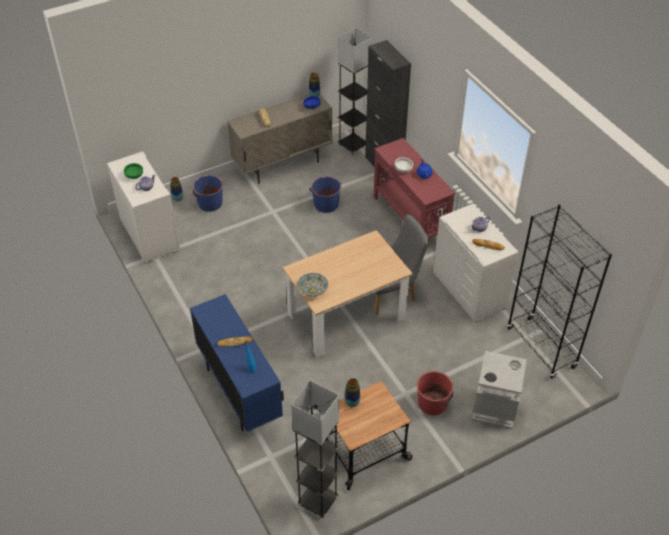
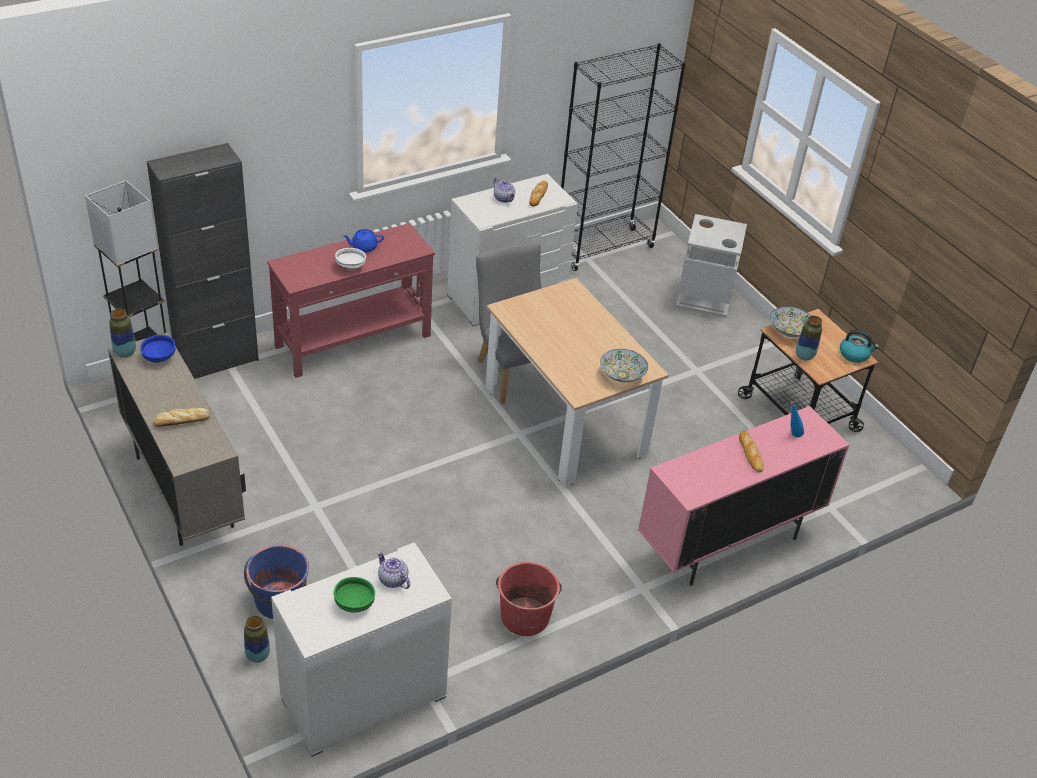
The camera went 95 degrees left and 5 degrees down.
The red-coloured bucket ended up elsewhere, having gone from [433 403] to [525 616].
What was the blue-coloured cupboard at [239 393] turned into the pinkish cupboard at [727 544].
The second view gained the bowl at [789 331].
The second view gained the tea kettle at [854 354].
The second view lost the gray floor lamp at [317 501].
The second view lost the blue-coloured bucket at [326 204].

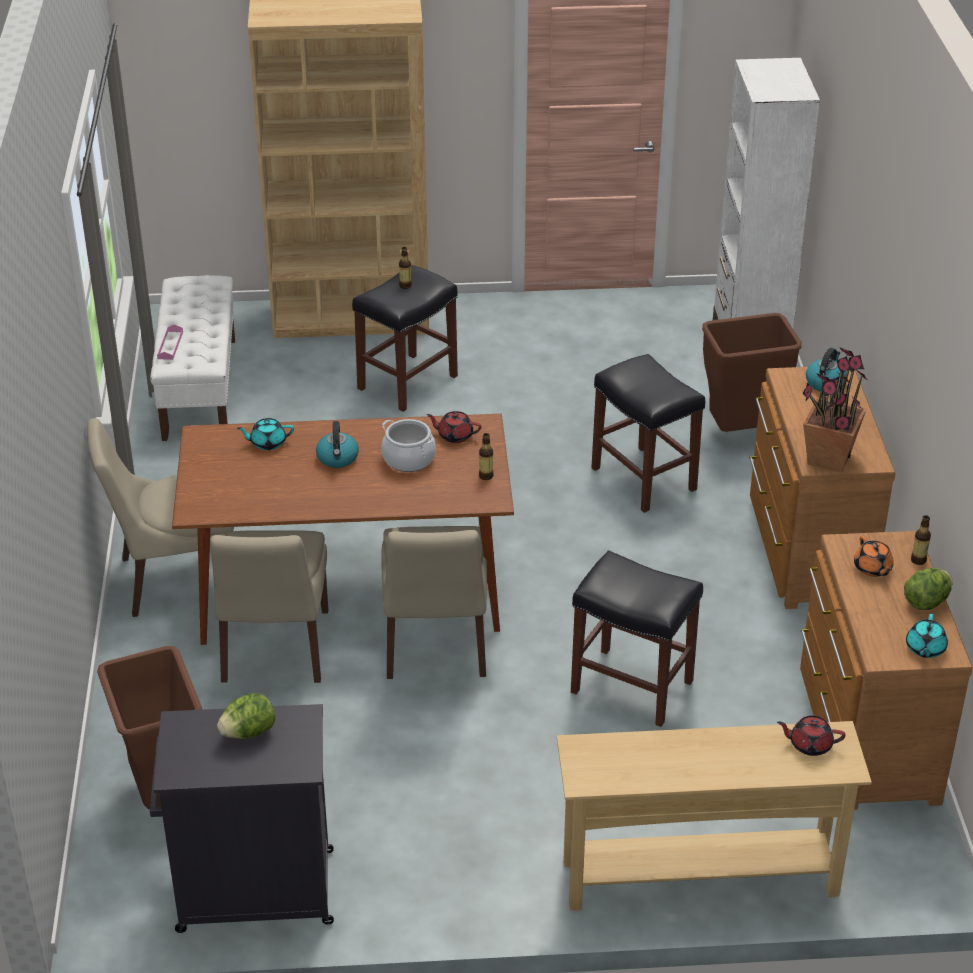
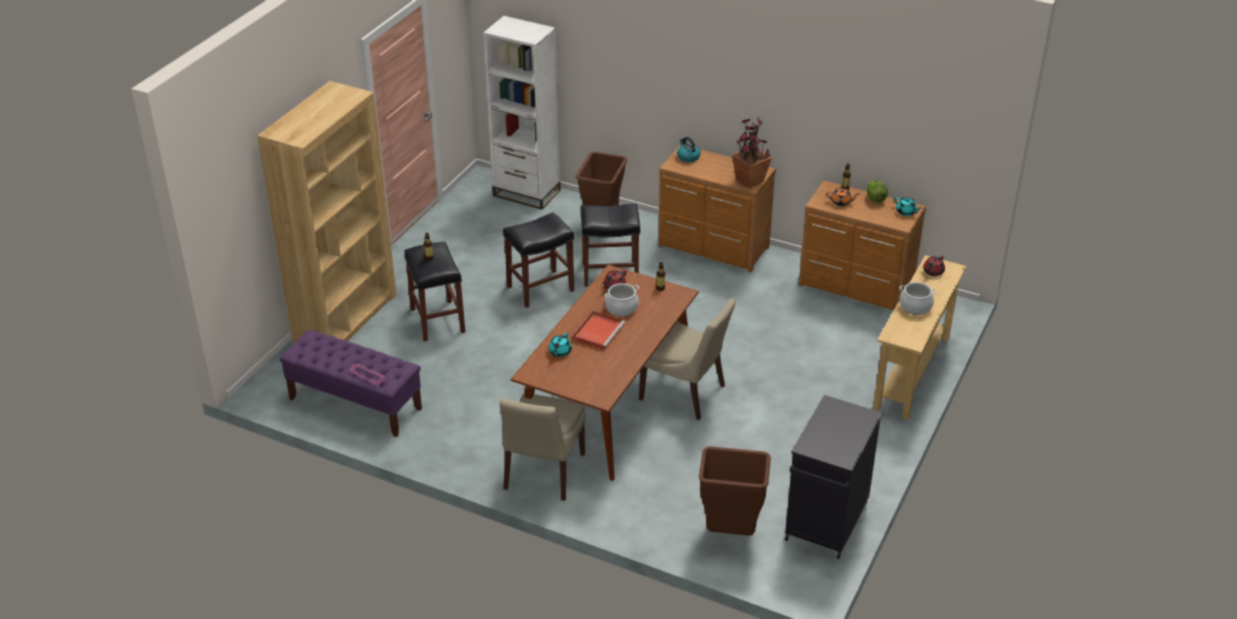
The camera went 60 degrees left and 0 degrees up.
What was the white indoor bench at [199 388] turned into the purple indoor bench at [355 404].
The black-coloured sitting stool ended up elsewhere, having gone from [630 686] to [540 289].
Where the tea kettle stood at [338 458], the red-coloured tray came to stand at [598 332].
The second view gained the saucepot at [915 306].
The second view lost the beige chair at [275 649].
The second view lost the lettuce at [249 732].

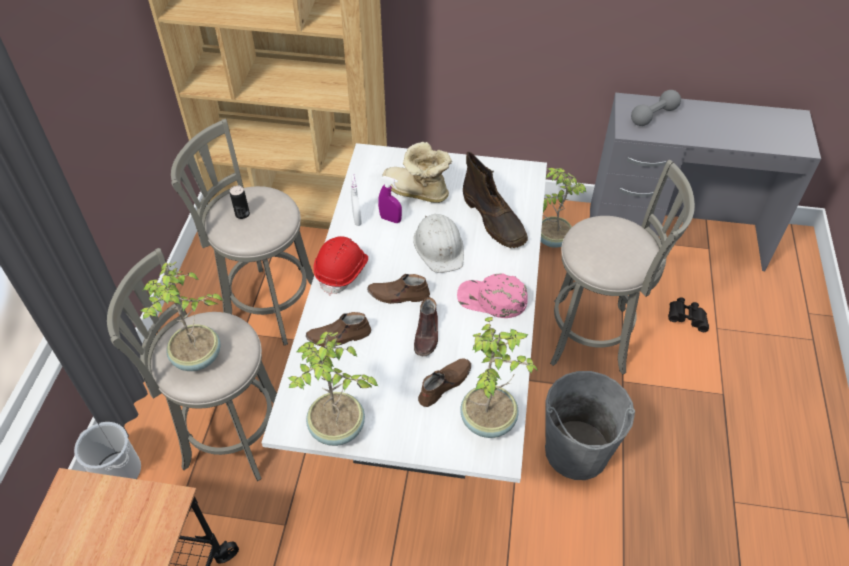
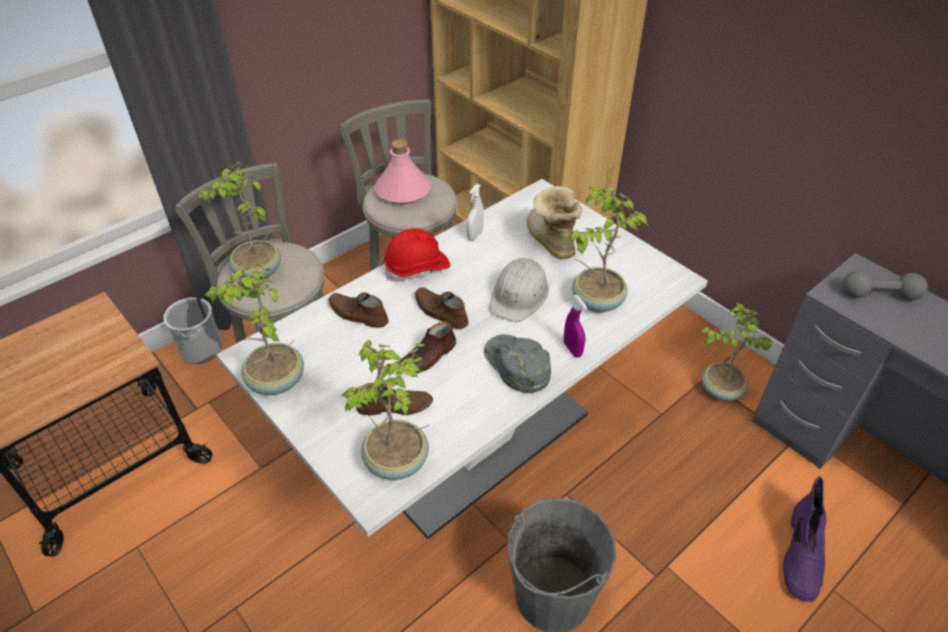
The camera went 40 degrees right and 5 degrees down.
Where the metal can stood at [242 214], the pinkish drink bottle came to stand at [402 191].
What was the pinkish baseball cap at [491 300] turned into the gray baseball cap at [516 365].
The purple spray bottle ended up elsewhere, having gone from [390 219] to [572 349].
Where the brown-coloured tall boot stood at [494 220], the houseplant came to stand at [596 301].
Where the black-coloured field glasses stood at [686 319], the purple tall boot came to stand at [802 555].
The second view lost the gray sitting stool at [594 336].

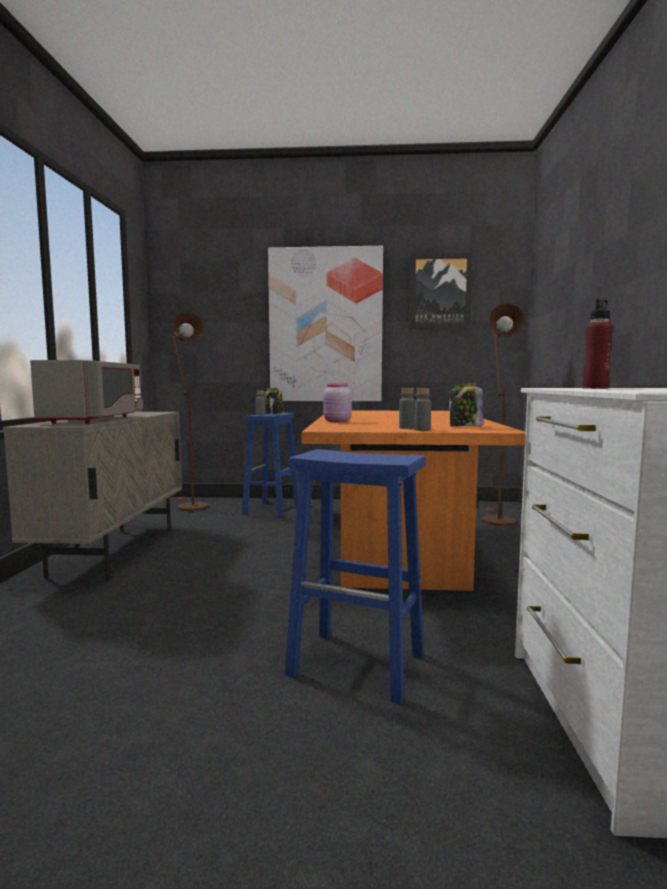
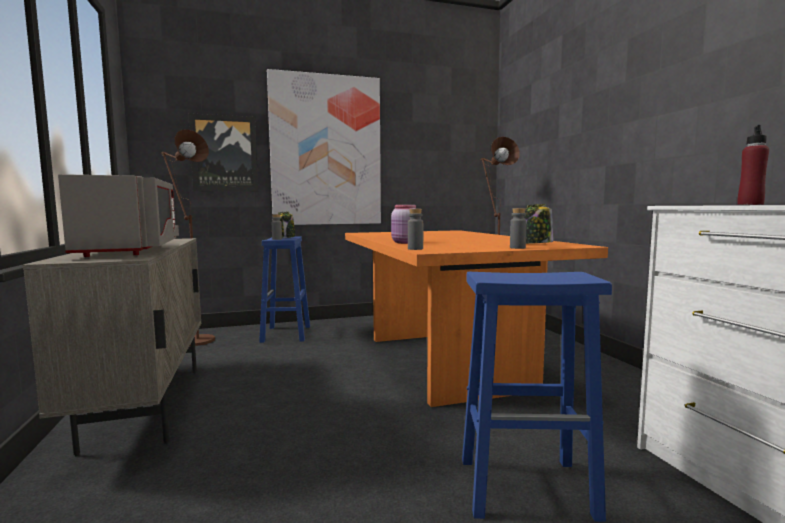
The camera went 20 degrees left and 0 degrees up.
The picture ended up elsewhere, having gone from [440 292] to [224 154].
The gray drink bottle ended up elsewhere, having gone from [406 428] to [415 249].

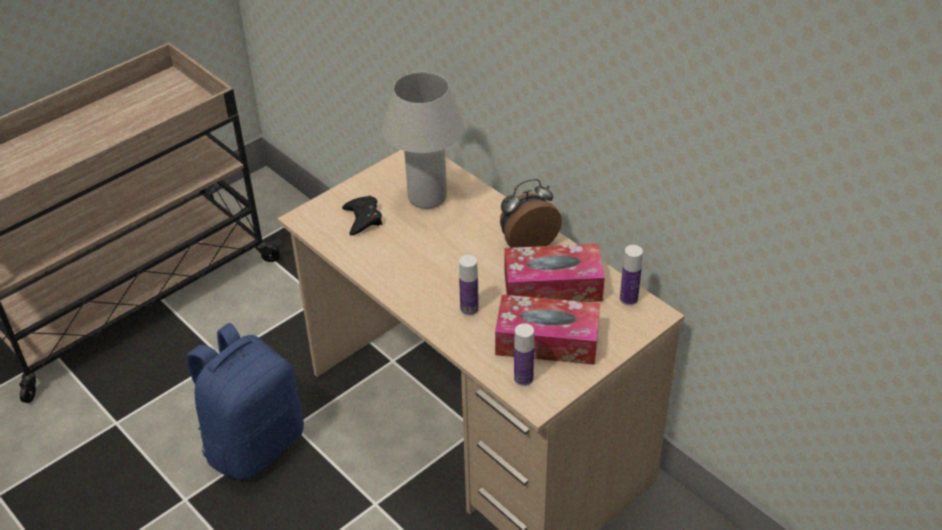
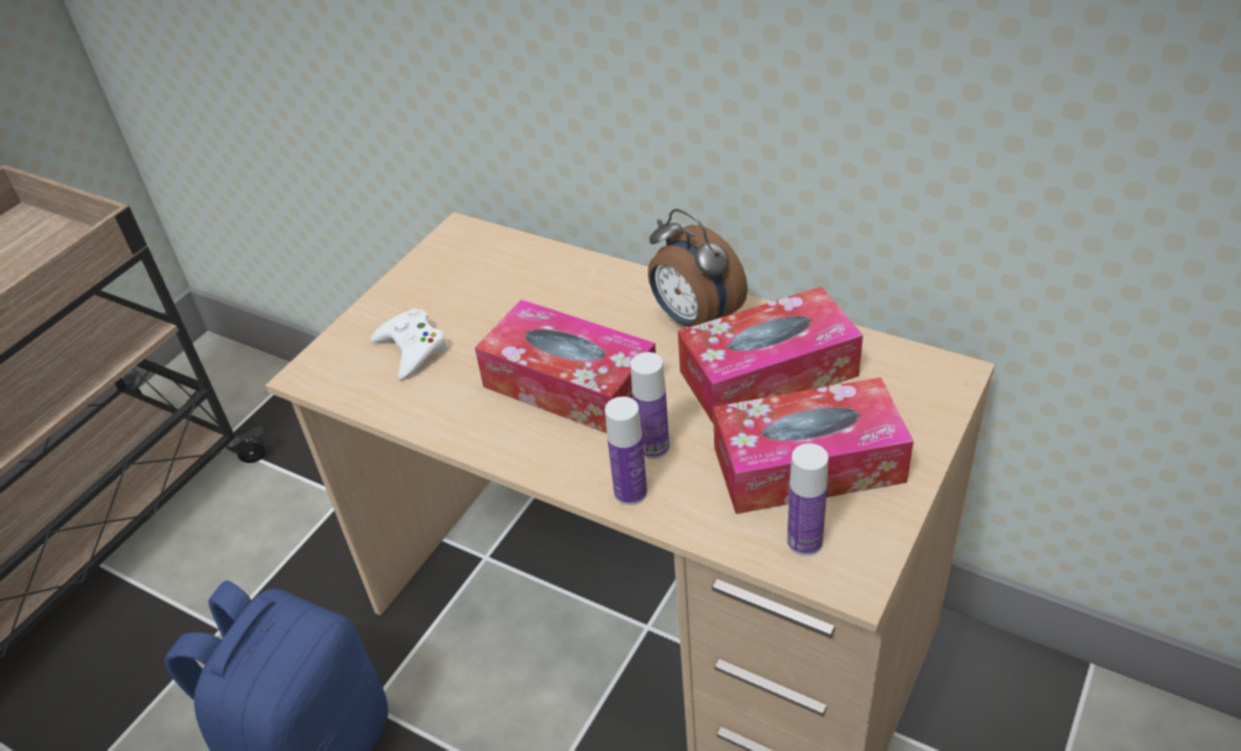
The camera went 15 degrees left and 0 degrees up.
What was the black-coloured gamepad at [363 219] turned into the white gamepad at [412 349].
The second view gained the tissue holder at [570 385].
The drink bottle ended up elsewhere, having gone from [628 299] to [630 492].
The bedside clock at [527 243] ended up facing another way, 90 degrees counterclockwise from before.
The second view lost the white tabletop lamp at [427 197].

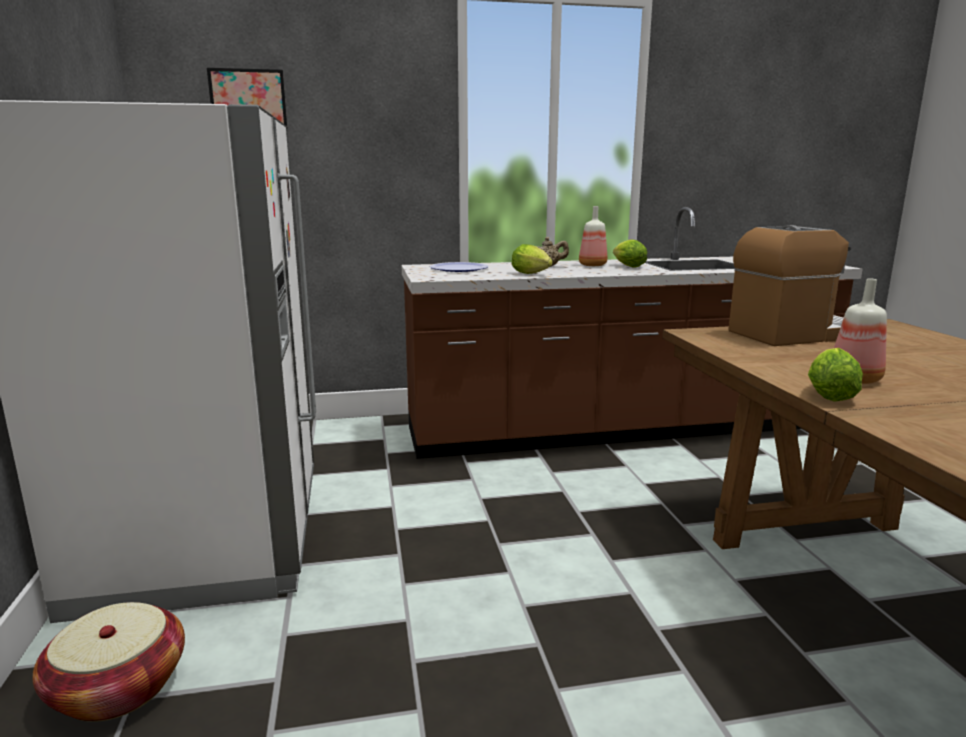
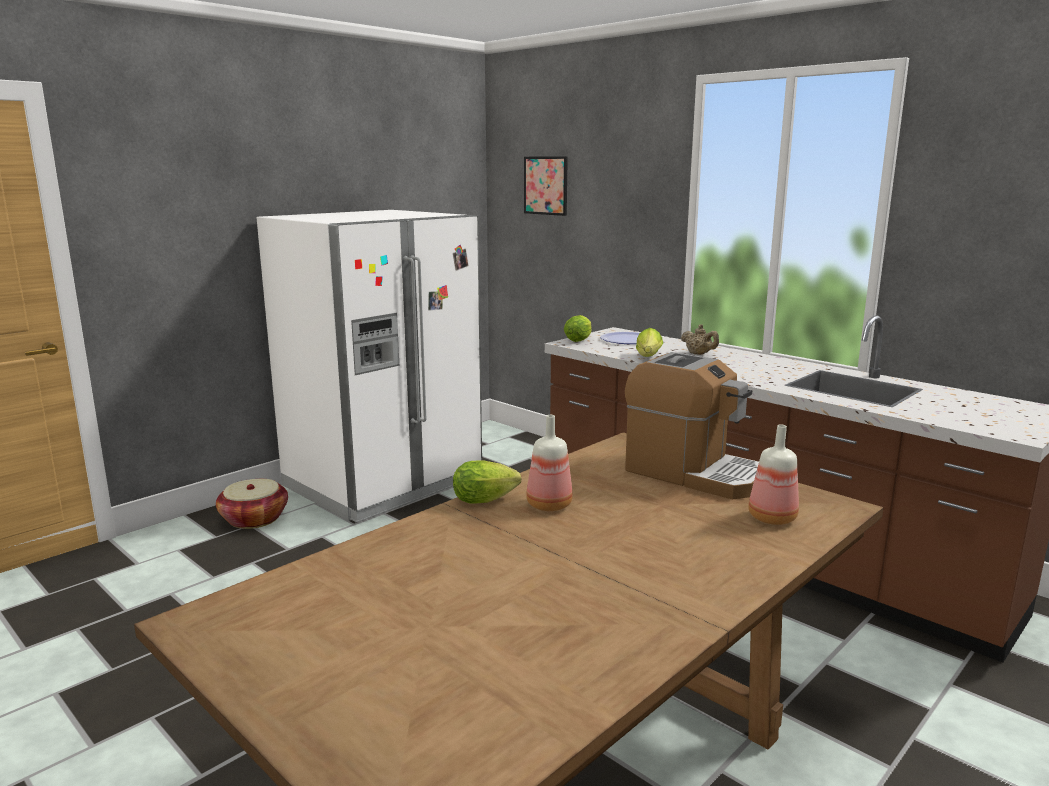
The camera went 55 degrees right and 0 degrees up.
The lettuce ended up elsewhere, having gone from [627 266] to [579 340].
The drink bottle ended up elsewhere, having gone from [592 265] to [770 518].

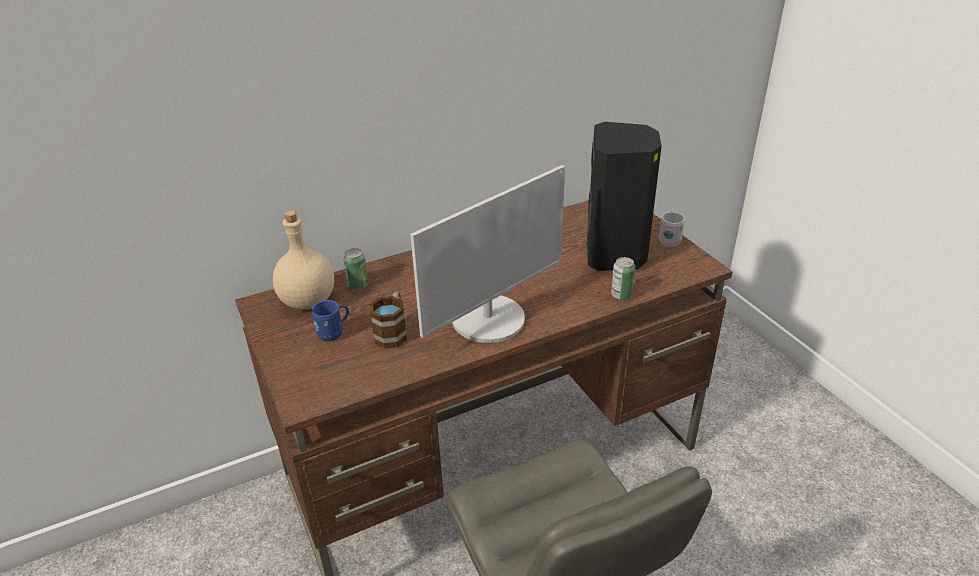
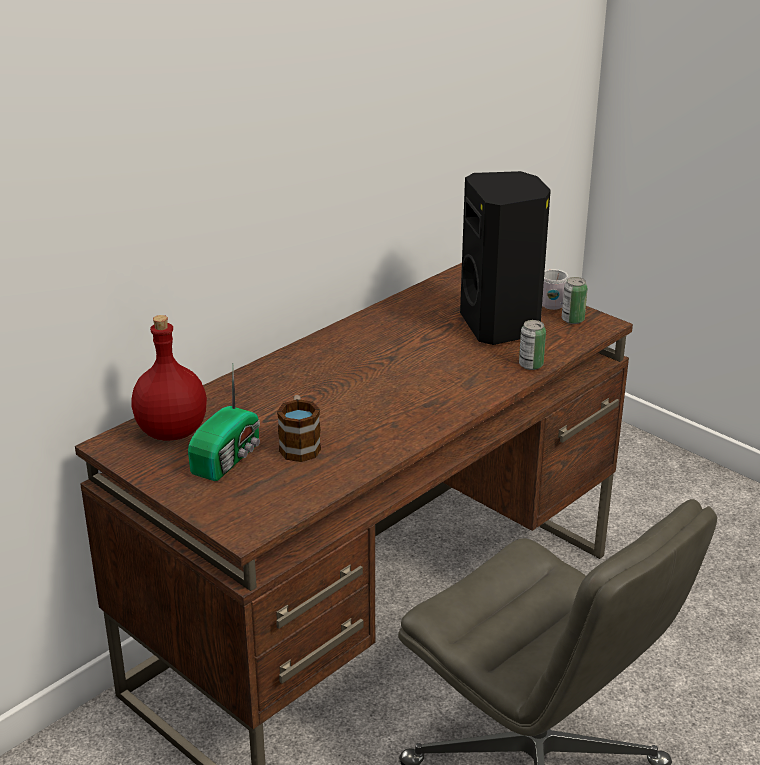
The camera went 20 degrees left and 5 degrees down.
What was the beige drink bottle at [307 301] turned into the red-coloured drink bottle at [170 431].
Where the blue-coloured coffee mug stood at [333 333], the radio came to stand at [229 458].
The metal can ended up elsewhere, having gone from [358 285] to [572 320].
The second view lost the computer display at [489 319].

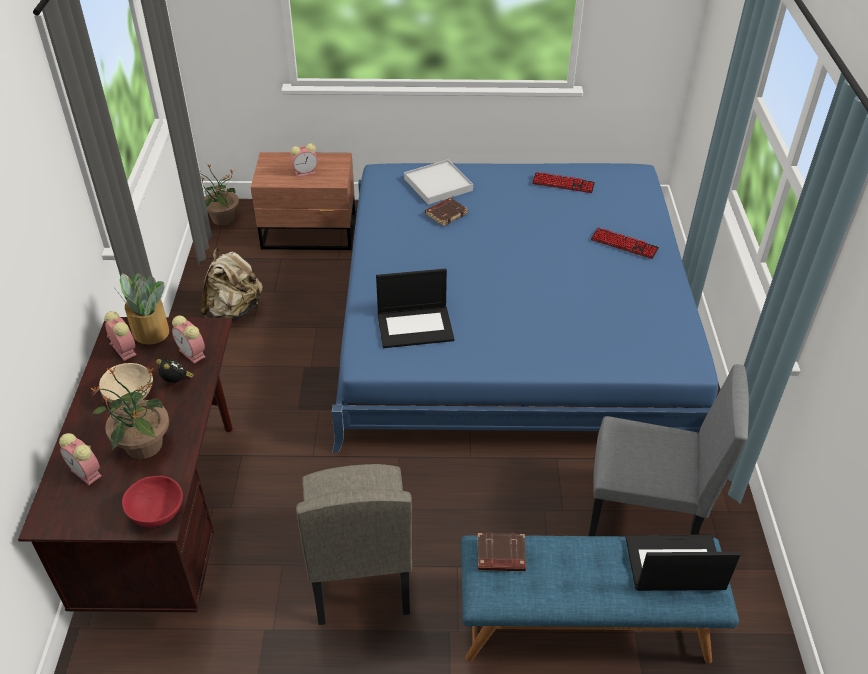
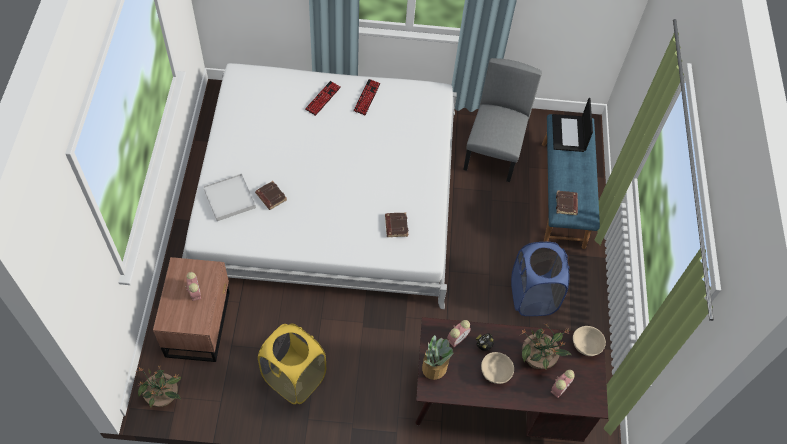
The camera went 90 degrees left and 15 degrees up.
What was the blue-coloured bed at [512 319] turned into the white bed at [328 193].
Where the beige rucksack stood at [234 311], the yellow laundry basket came to stand at [294 378].
The keyboard ended up elsewhere, having gone from [563 184] to [367 97].
Where the laptop stood at [416 326], the brown-coloured book came to stand at [396 226].
Where the beige chair stood at [359 570], the blue-coloured laundry basket came to stand at [532 296].
What was the red-coloured bowl at [156 513] turned into the beige bowl at [586 346].
The second view lost the bedside clock at [123 350].

